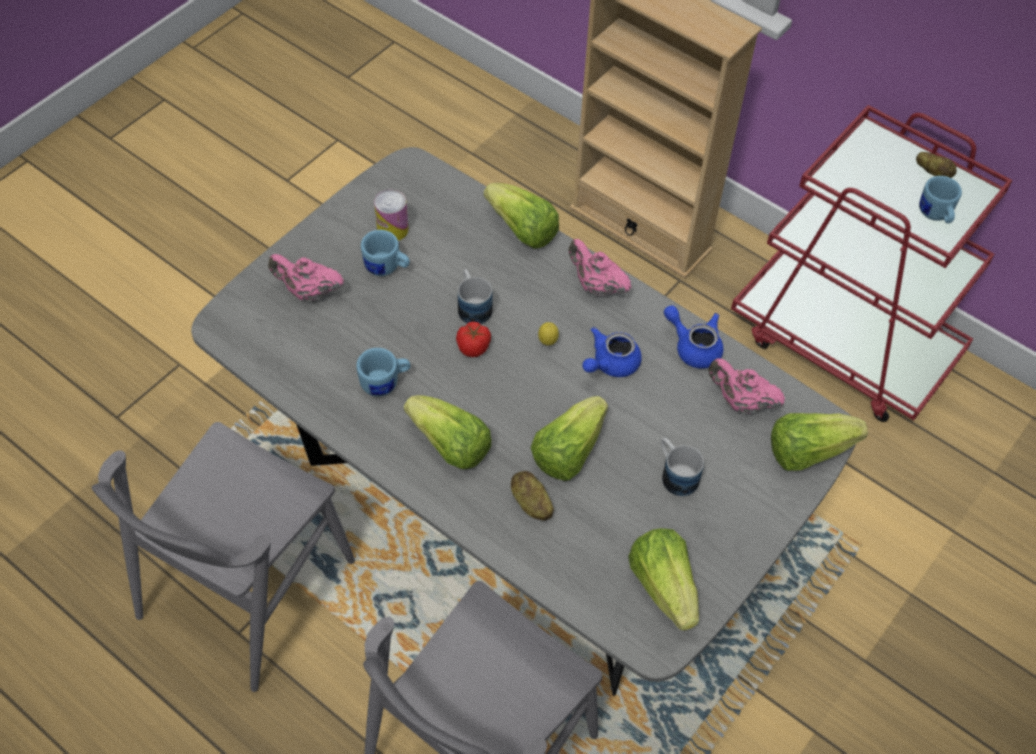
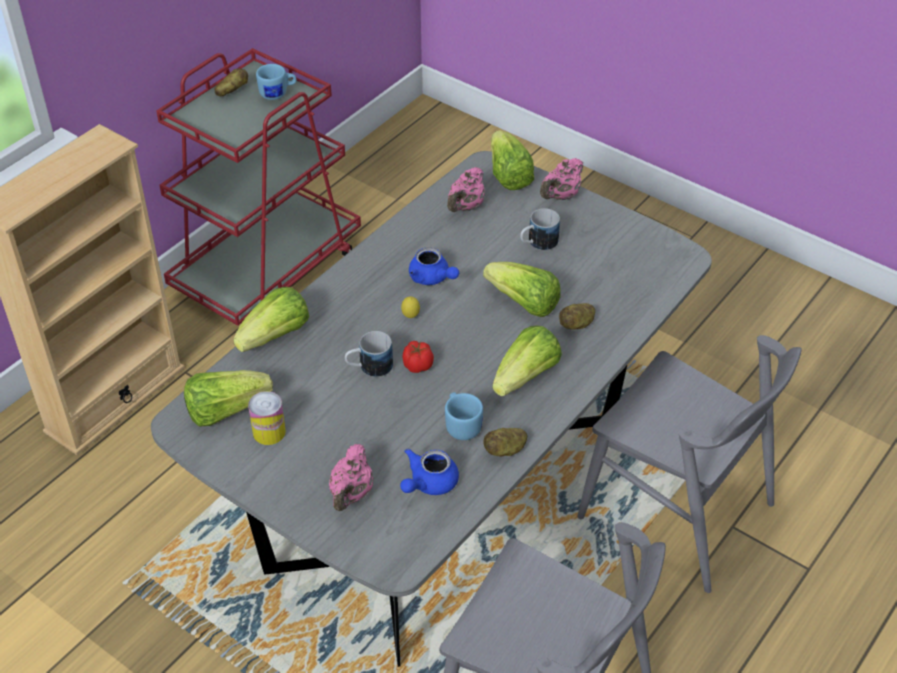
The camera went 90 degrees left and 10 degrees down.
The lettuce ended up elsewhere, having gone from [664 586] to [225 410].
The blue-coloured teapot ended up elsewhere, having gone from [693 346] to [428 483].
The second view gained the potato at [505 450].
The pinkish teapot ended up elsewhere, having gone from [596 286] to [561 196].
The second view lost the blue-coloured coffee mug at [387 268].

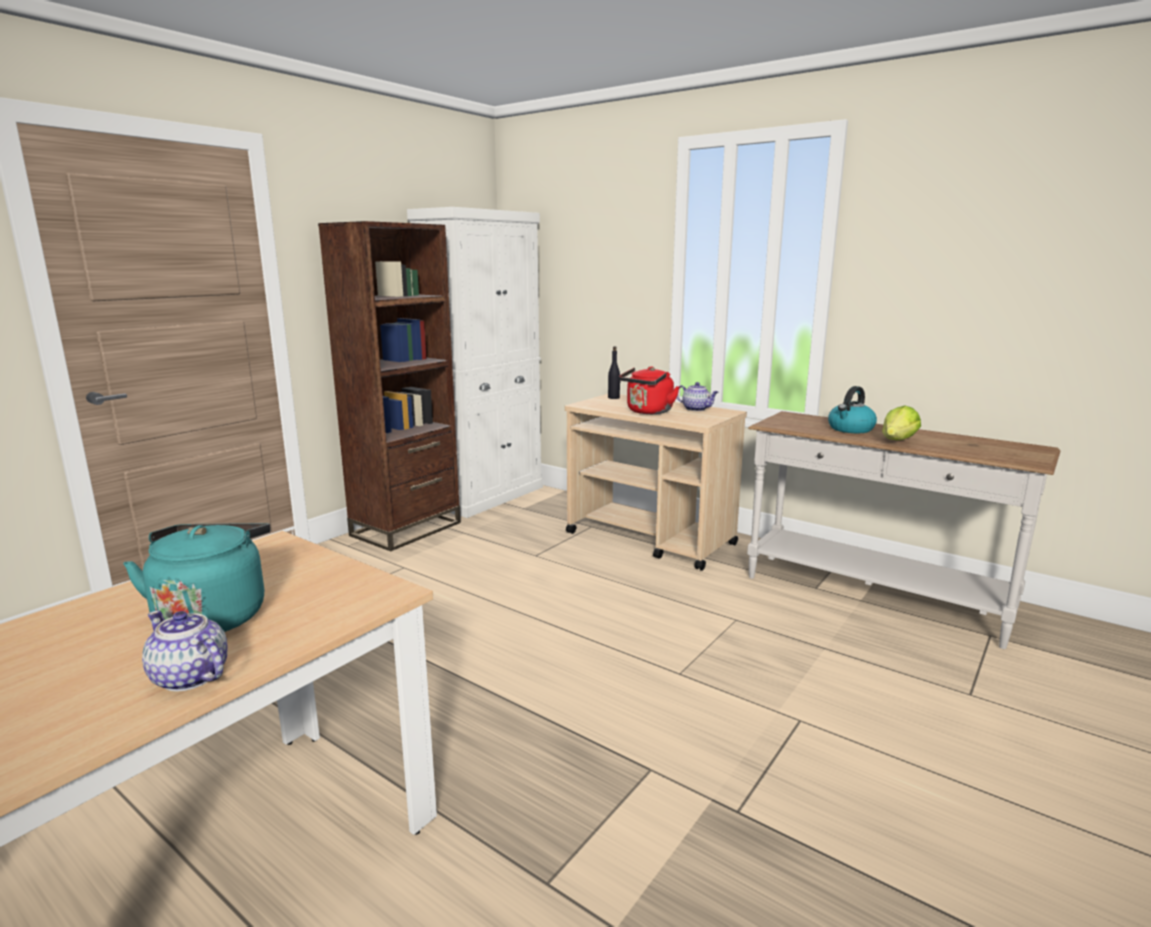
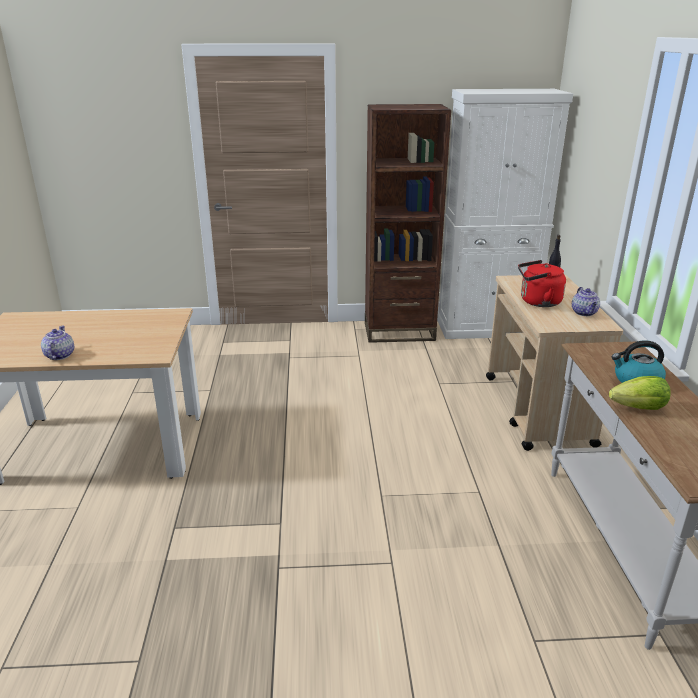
The camera went 50 degrees right and 10 degrees up.
The second view lost the turquoise-coloured tea kettle at [213 615].

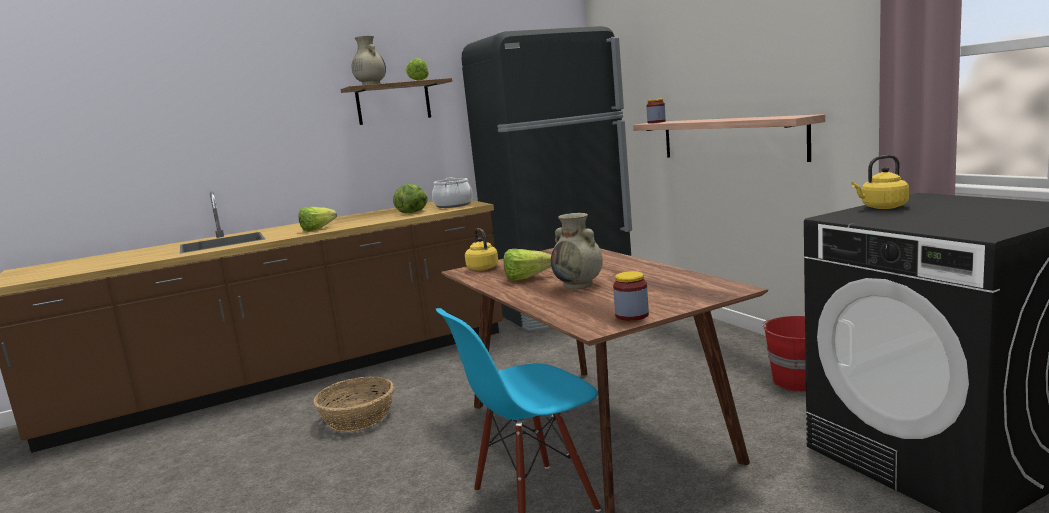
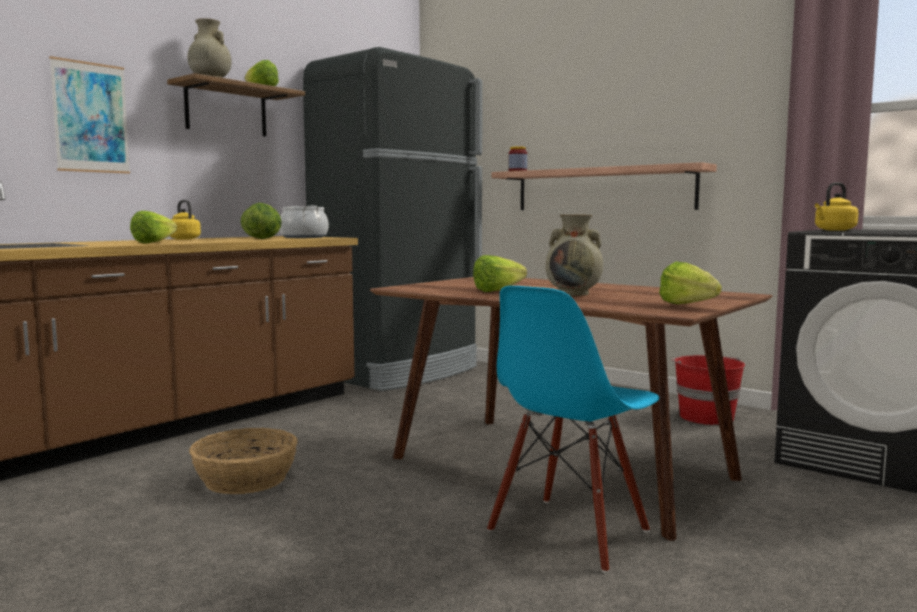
The camera went 25 degrees left and 5 degrees down.
The second view gained the picture at [91 117].
The yellow tea kettle ended up elsewhere, having gone from [482 268] to [183 239].
Where the jar stood at [632 315], the lettuce came to stand at [691 306].

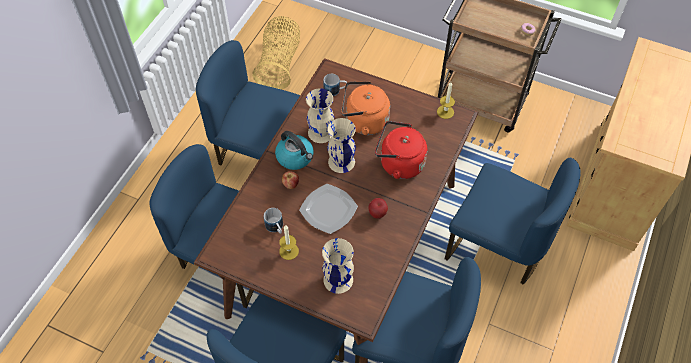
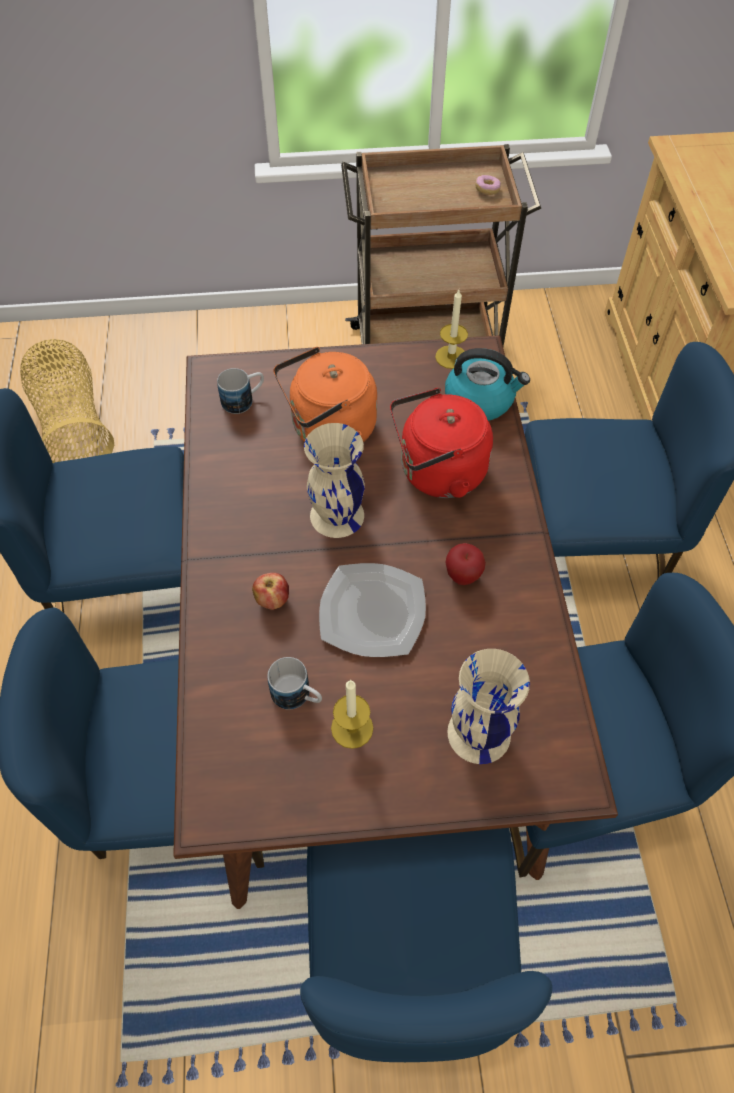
The camera went 30 degrees left and 0 degrees up.
The tea kettle ended up elsewhere, having gone from [295 157] to [480 400].
The second view lost the beige flower vase at [321 132].

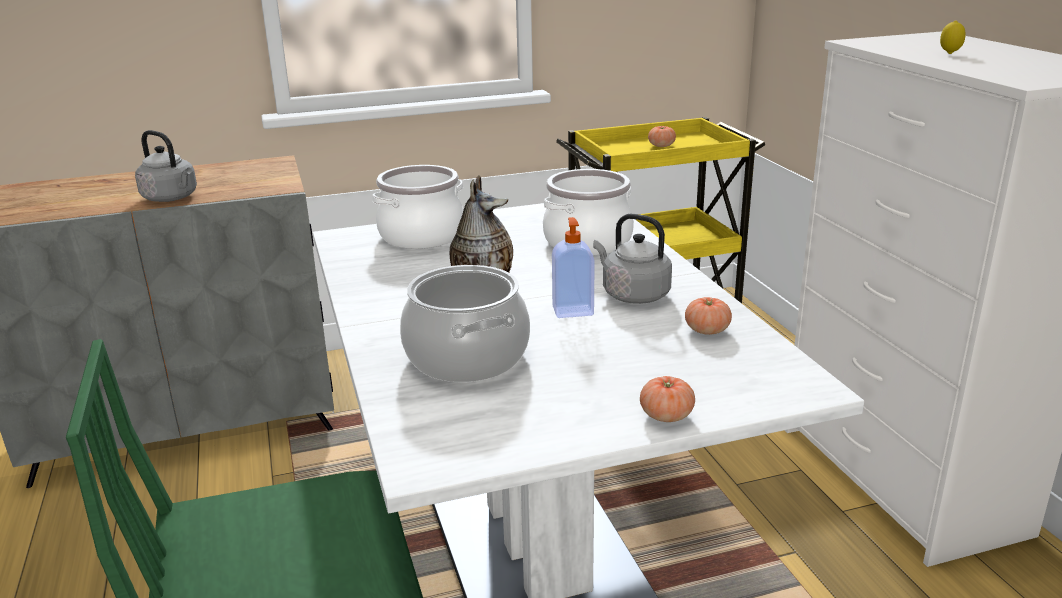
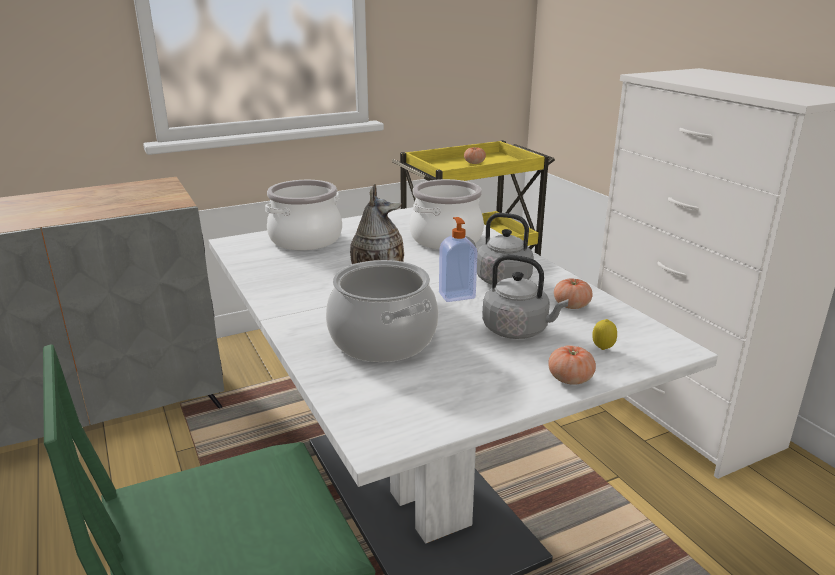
The camera went 10 degrees left and 0 degrees up.
The gray tea kettle ended up elsewhere, having gone from [172 198] to [518 330].
The citrus fruit ended up elsewhere, having gone from [949 54] to [602 349].

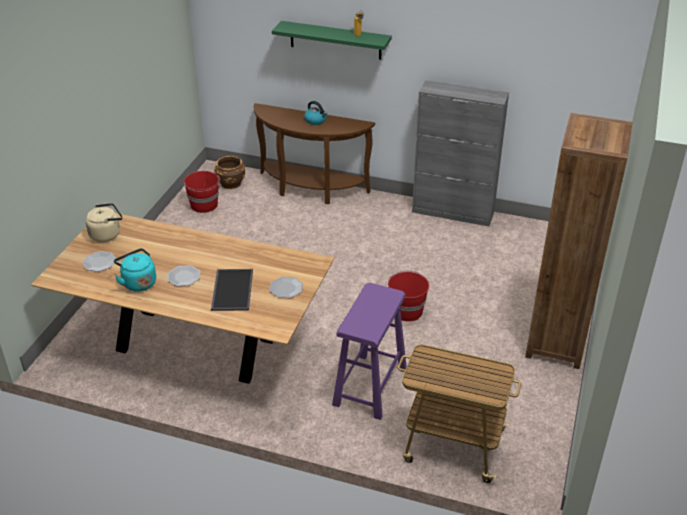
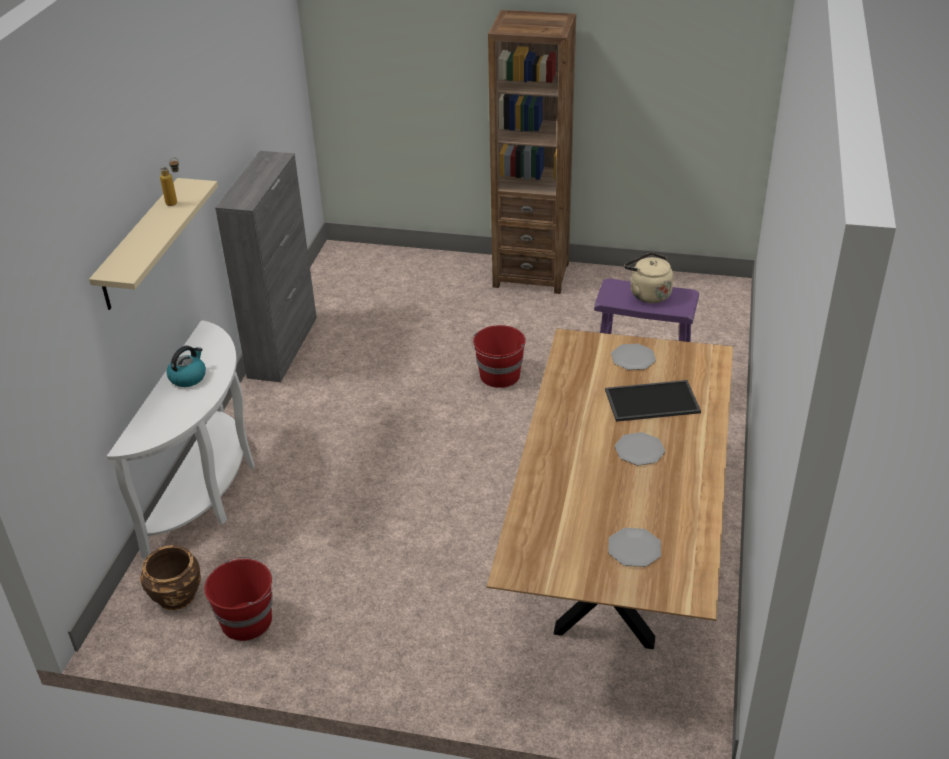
The camera went 95 degrees left and 0 degrees up.
What was the green-coloured wall shelf at [335 40] turned into the beige wall shelf at [140 244].
What was the brown-coloured hall table at [310 190] turned into the white hall table at [209 491].
The beige tea kettle ended up elsewhere, having gone from [107 234] to [648 294].
The second view lost the turquoise-coloured tea kettle at [138 282].
The second view lost the wheeled cart at [451 444].

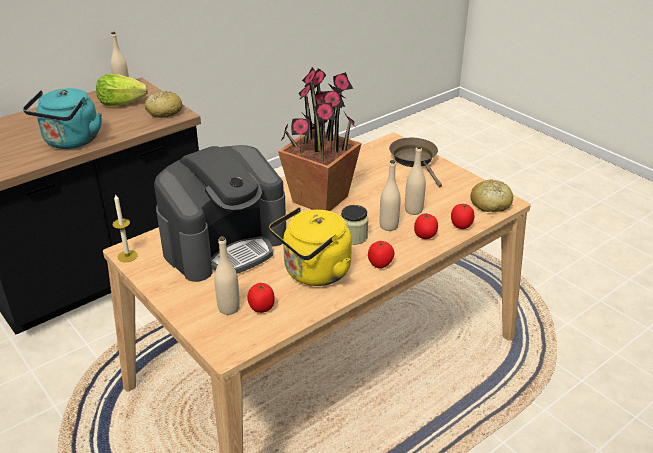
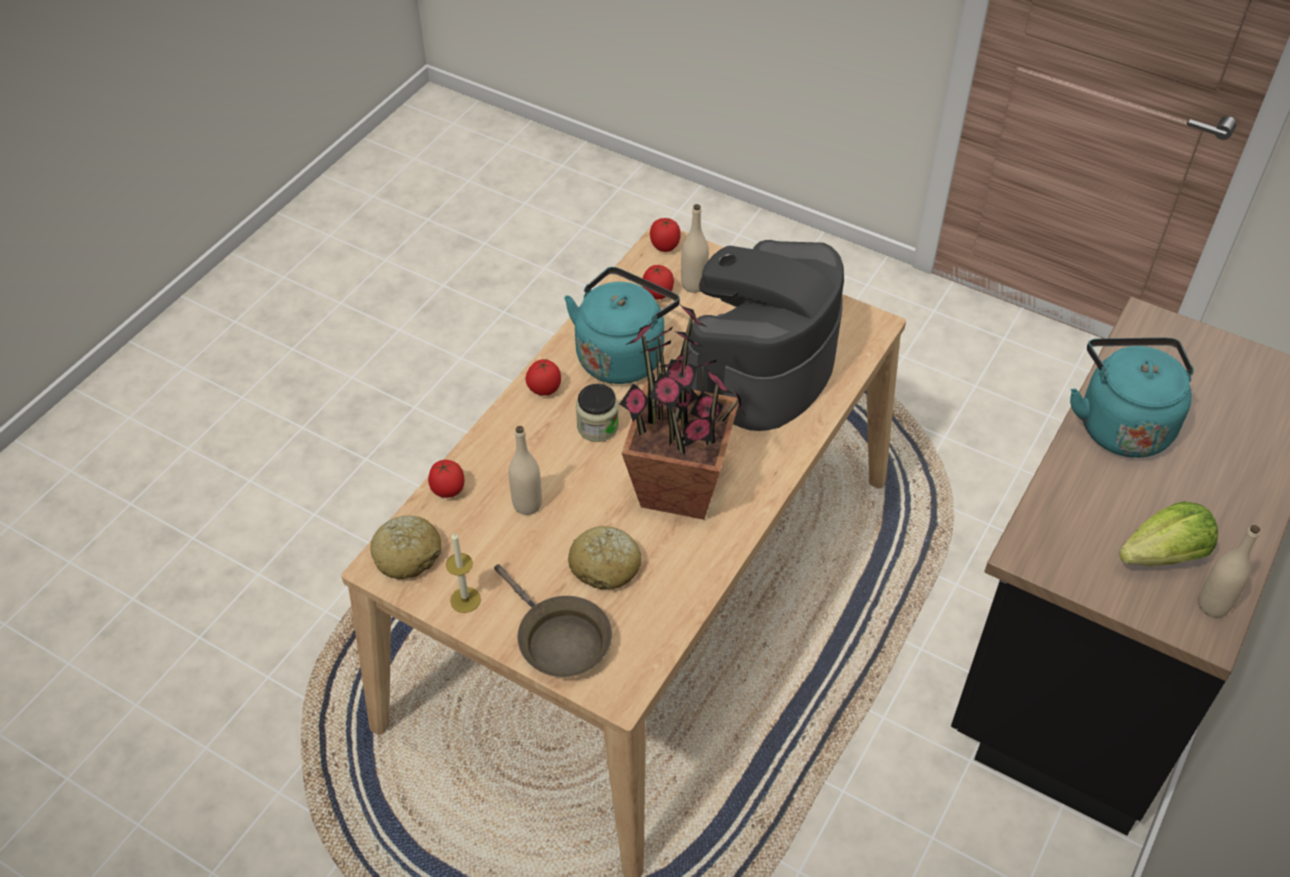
The camera went 160 degrees right and 15 degrees up.
The wax light ended up elsewhere, having gone from [127 256] to [465 600].
What was the yellow tea kettle at [314 273] turned into the turquoise-coloured tea kettle at [622 354].
The baked bread ended up elsewhere, having gone from [164 111] to [605 566].
The whole tomato ended up elsewhere, having gone from [425 236] to [664 246].
The second view lost the beige drink bottle at [388 226].

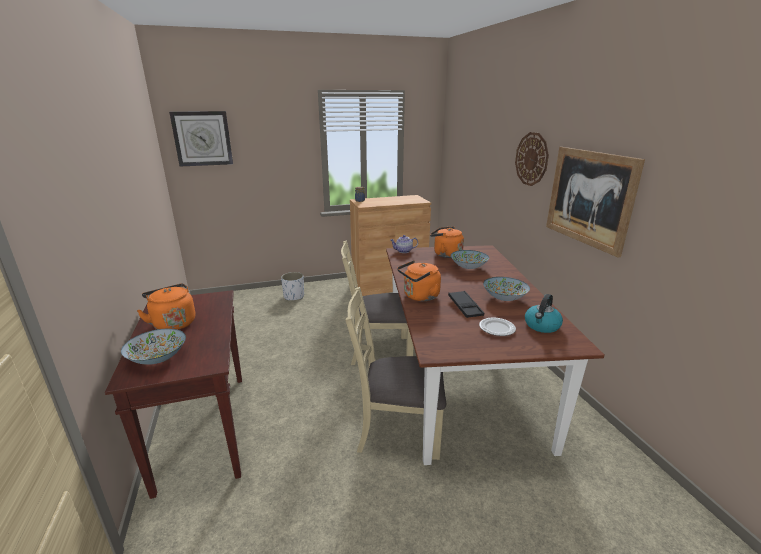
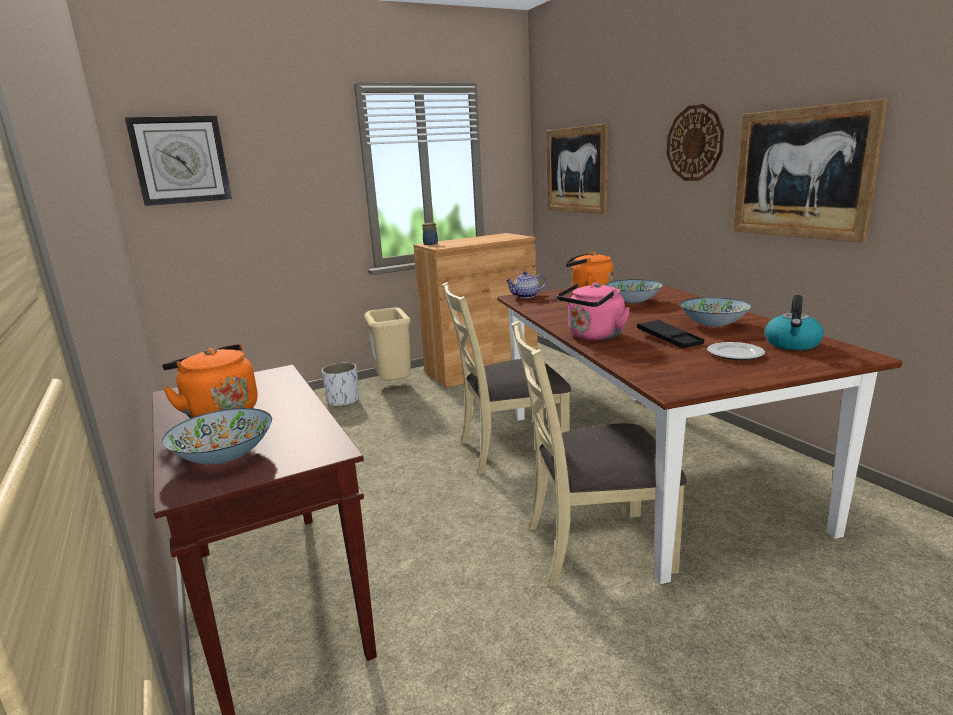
The camera went 10 degrees left and 5 degrees down.
The second view gained the beige trash can at [393 386].
The second view gained the picture at [576 170].
What was the orange-coloured tea kettle at [419 296] turned into the pinkish tea kettle at [593 336].

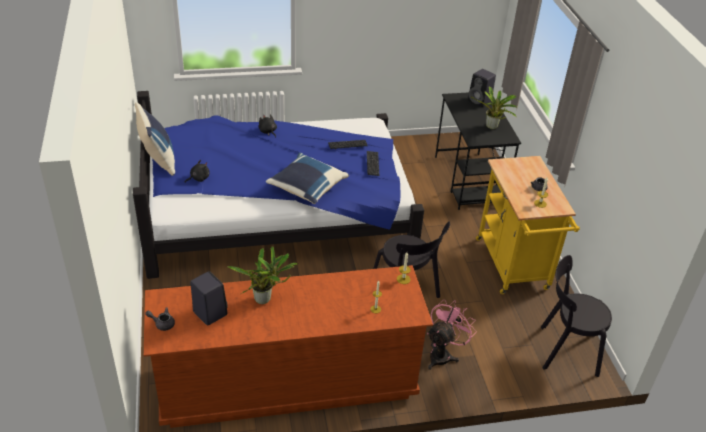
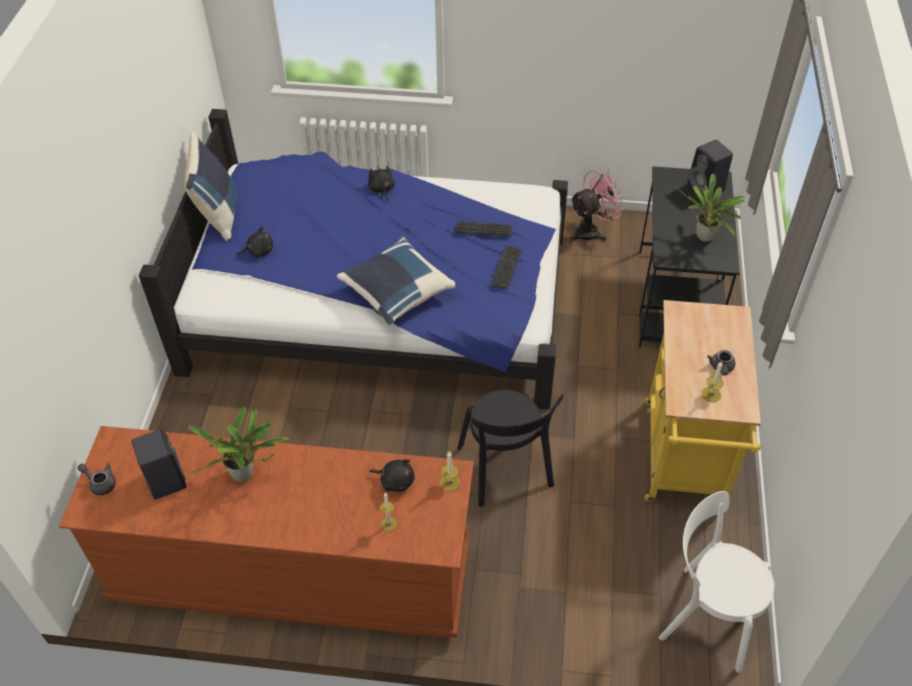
The camera went 20 degrees right and 10 degrees up.
The second view gained the black-coloured soft toy at [395 481].
The pinkish cooling fan ended up elsewhere, having gone from [443 354] to [591 231].
What was the black-coloured chair at [565 350] turned into the white chair at [706 616].

